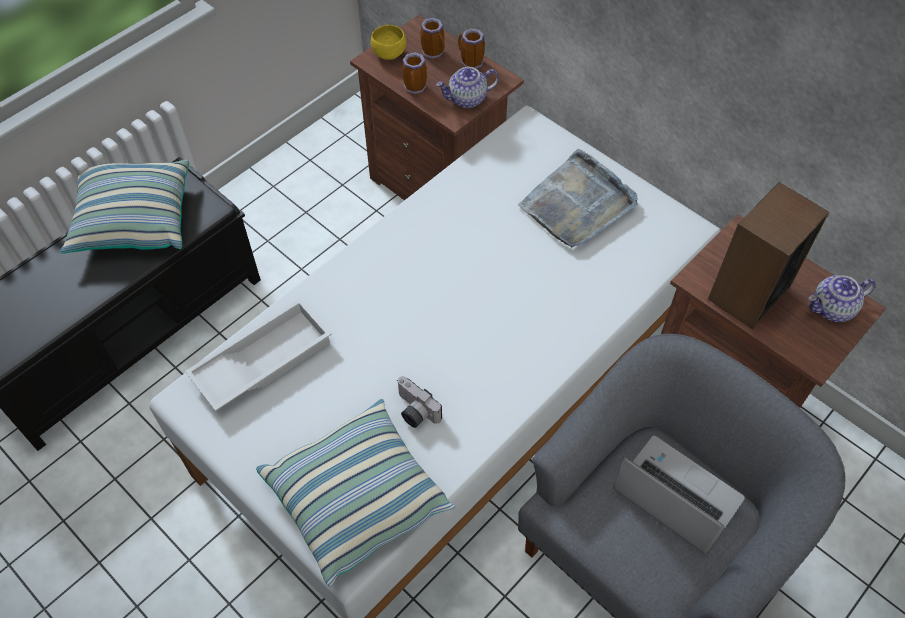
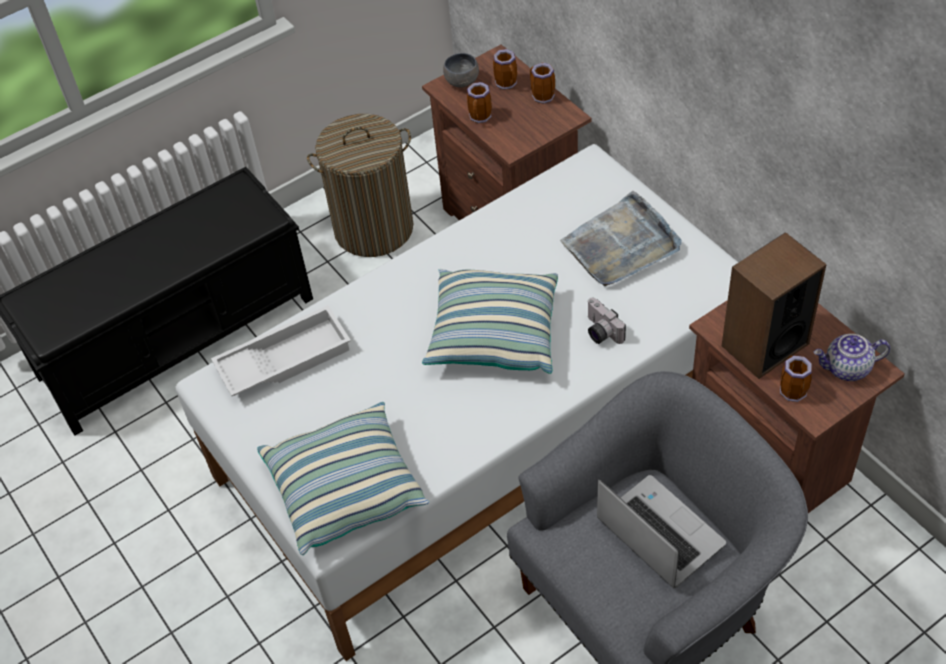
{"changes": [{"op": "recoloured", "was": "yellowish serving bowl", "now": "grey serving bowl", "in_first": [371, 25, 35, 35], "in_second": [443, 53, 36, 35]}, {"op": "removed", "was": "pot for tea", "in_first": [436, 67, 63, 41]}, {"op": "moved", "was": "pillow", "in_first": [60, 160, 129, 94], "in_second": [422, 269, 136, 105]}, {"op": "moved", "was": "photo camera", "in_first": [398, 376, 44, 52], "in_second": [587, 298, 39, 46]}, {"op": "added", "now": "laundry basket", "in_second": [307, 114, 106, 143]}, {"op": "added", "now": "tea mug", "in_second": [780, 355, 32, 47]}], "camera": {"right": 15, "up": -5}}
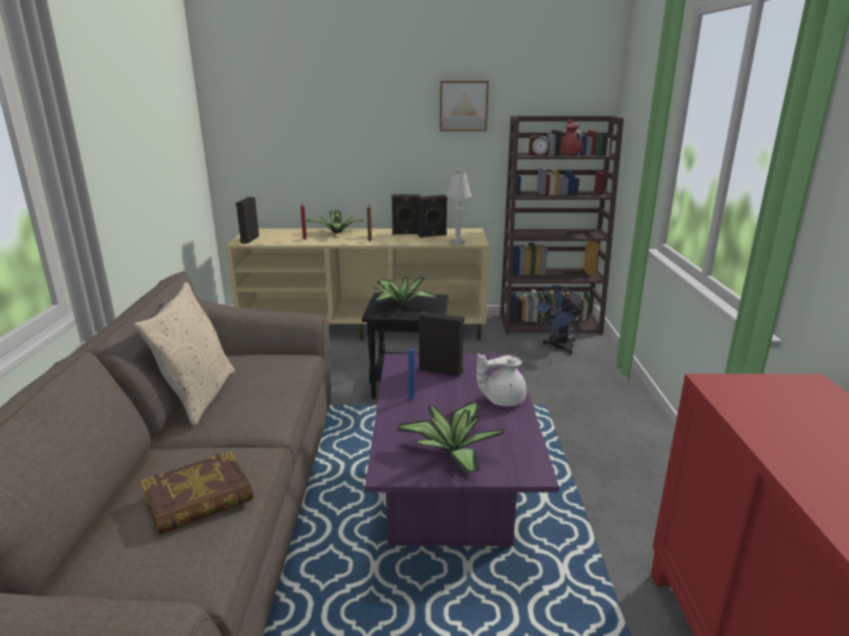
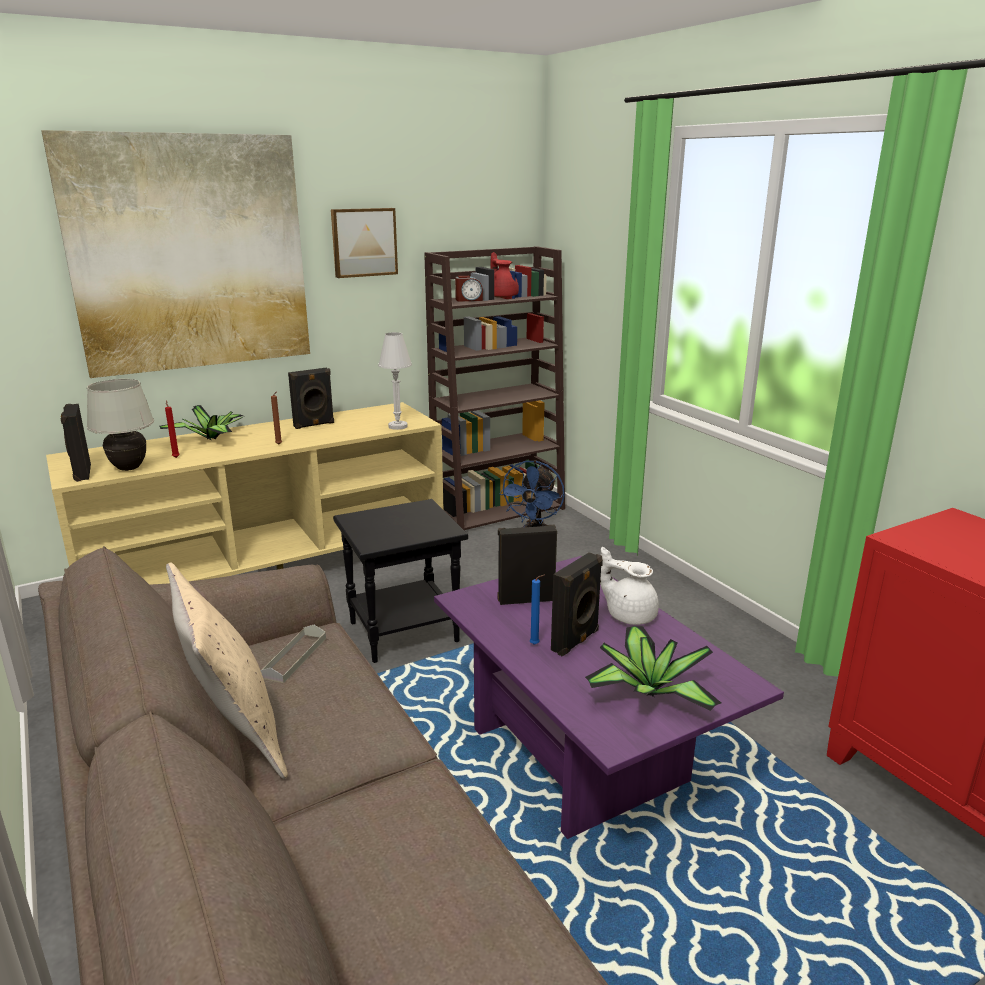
{"changes": [{"op": "moved", "was": "black audio speaker", "in_first": [418, 195, 29, 43], "in_second": [551, 552, 52, 105]}, {"op": "removed", "was": "houseplant", "in_first": [373, 277, 65, 28]}, {"op": "turned", "was": "whitish pot for tea", "in_first": [477, 354, 50, 52], "in_second": [600, 547, 59, 78], "clockwise": 75}, {"op": "removed", "was": "book", "in_first": [141, 451, 112, 84]}, {"op": "added", "now": "wall picture", "in_second": [41, 130, 269, 248]}, {"op": "added", "now": "whitish table lamp", "in_second": [87, 379, 67, 92]}, {"op": "added", "now": "grey carrying tray", "in_second": [260, 625, 66, 58]}], "camera": {"right": -30, "up": 0}}
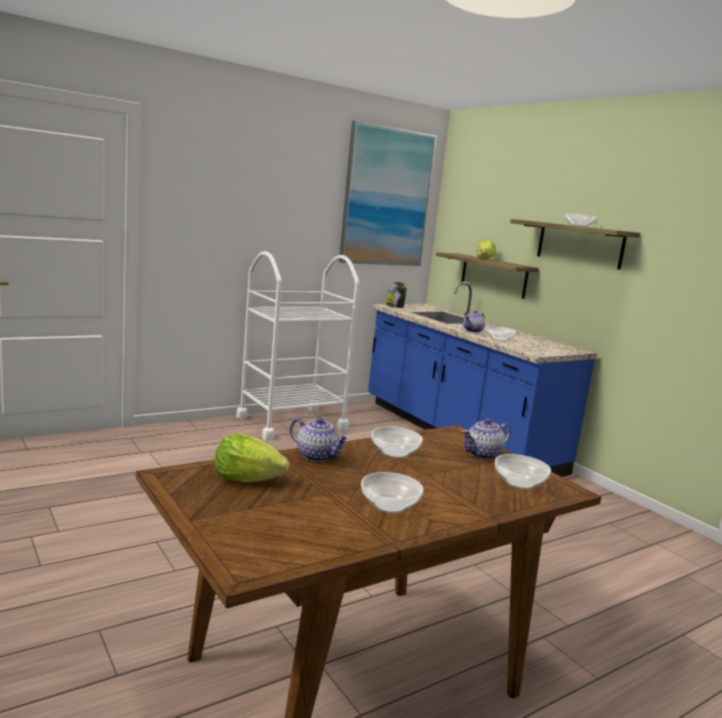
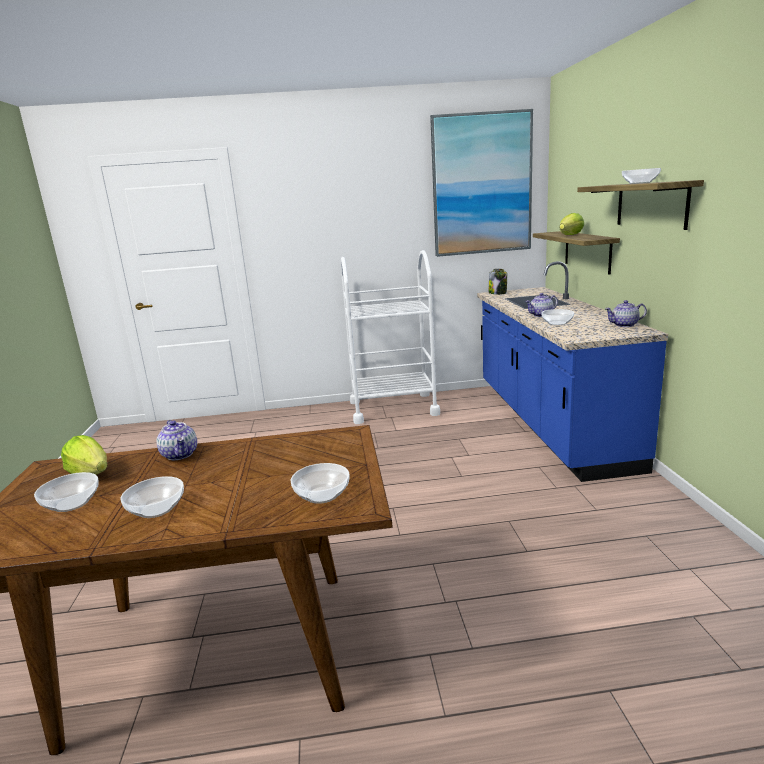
{"changes": [{"op": "moved", "was": "pot for tea", "in_first": [462, 418, 49, 42], "in_second": [605, 300, 42, 27]}, {"op": "moved", "was": "serving bowl", "in_first": [371, 427, 52, 31], "in_second": [34, 472, 65, 40]}], "camera": {"right": 30, "up": 5}}
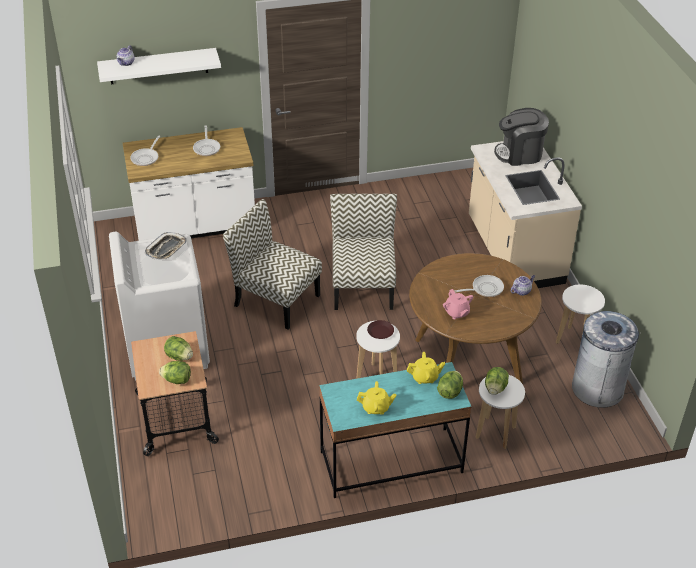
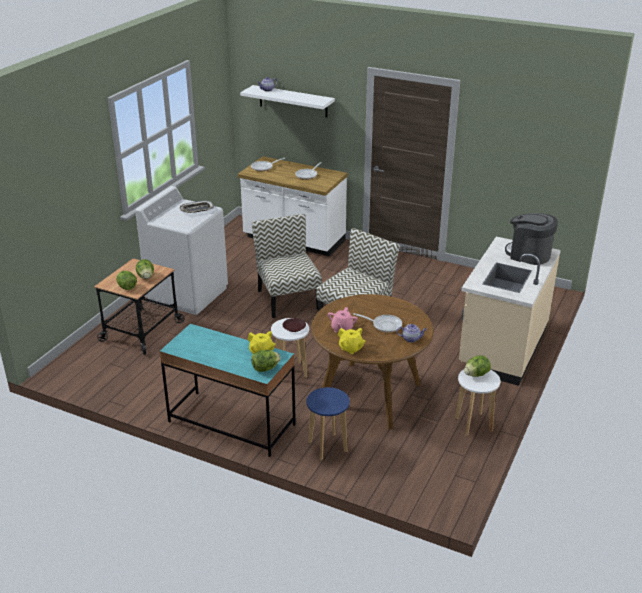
{"changes": [{"op": "removed", "was": "grey rubbish bin", "in_first": [572, 311, 67, 97]}, {"op": "moved", "was": "head of lettuce", "in_first": [485, 367, 24, 28], "in_second": [464, 355, 27, 22]}, {"op": "recoloured", "was": "whitish sitting stool", "now": "blue-coloured sitting stool", "in_first": [475, 375, 50, 74], "in_second": [306, 387, 44, 73]}, {"op": "moved", "was": "yellowish pot for tea", "in_first": [357, 381, 39, 34], "in_second": [338, 328, 28, 26]}], "camera": {"right": 40, "up": -10}}
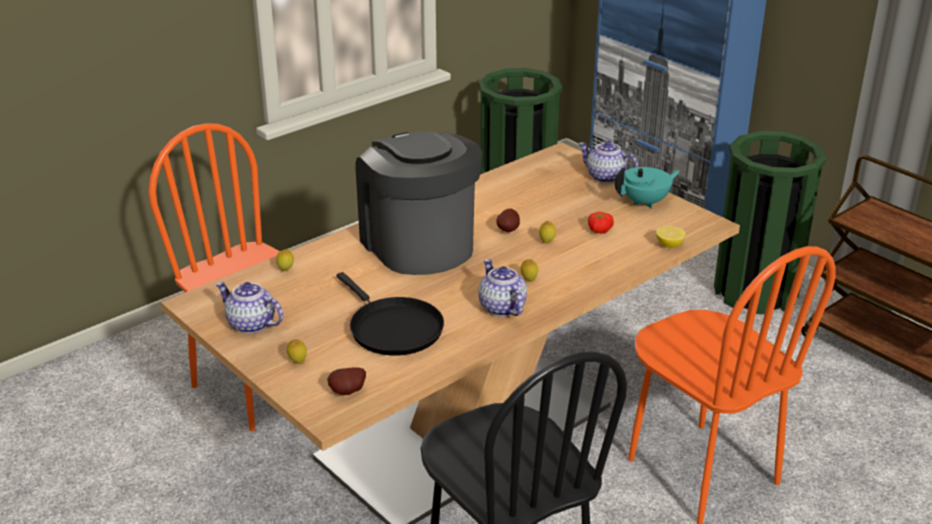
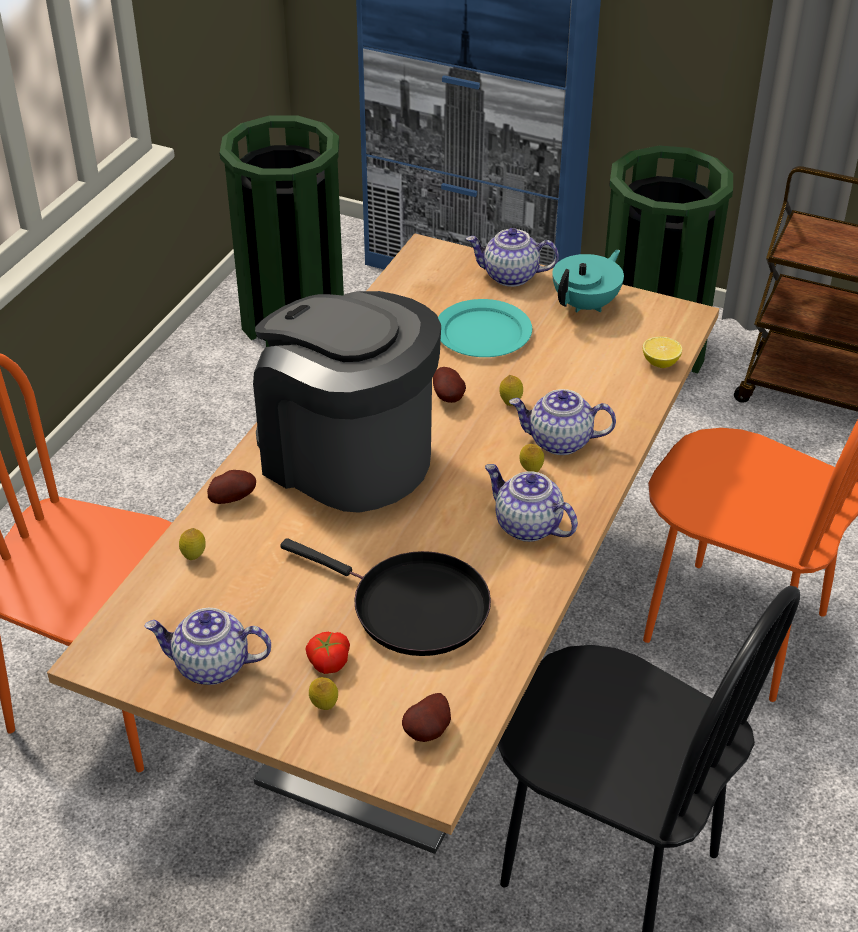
{"changes": [{"op": "moved", "was": "whole tomato", "in_first": [588, 212, 26, 22], "in_second": [306, 632, 44, 42]}, {"op": "added", "now": "turquoise-coloured flat dish", "in_second": [438, 299, 94, 58]}, {"op": "added", "now": "pot for tea", "in_second": [509, 389, 107, 66]}, {"op": "added", "now": "potato", "in_second": [207, 470, 49, 34]}], "camera": {"right": -25, "up": 10}}
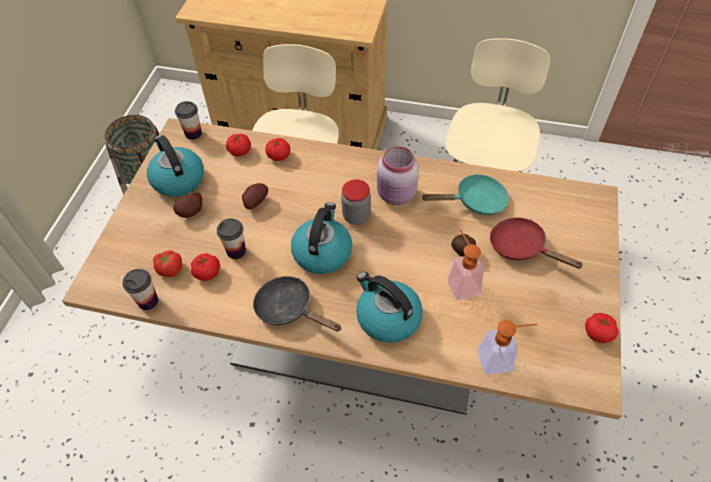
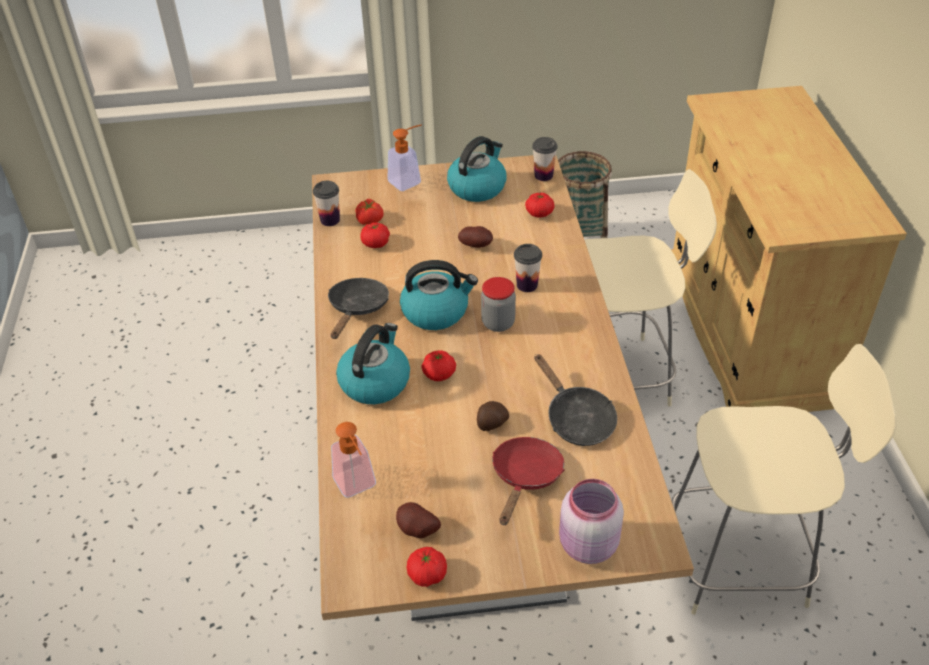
{"changes": [{"op": "moved", "was": "whole tomato", "in_first": [265, 138, 26, 23], "in_second": [421, 350, 35, 31]}, {"op": "moved", "was": "pink-coloured preserve jar", "in_first": [377, 146, 42, 59], "in_second": [559, 479, 65, 85]}, {"op": "recoloured", "was": "turquoise-coloured pan", "now": "black pan", "in_first": [421, 174, 88, 41], "in_second": [534, 354, 83, 92]}, {"op": "moved", "was": "potato", "in_first": [173, 193, 29, 25], "in_second": [396, 502, 45, 37]}, {"op": "moved", "was": "small cup", "in_first": [217, 218, 29, 41], "in_second": [514, 244, 28, 48]}, {"op": "moved", "was": "liquid soap bottle", "in_first": [447, 230, 37, 70], "in_second": [388, 124, 34, 67]}], "camera": {"right": 70, "up": -10}}
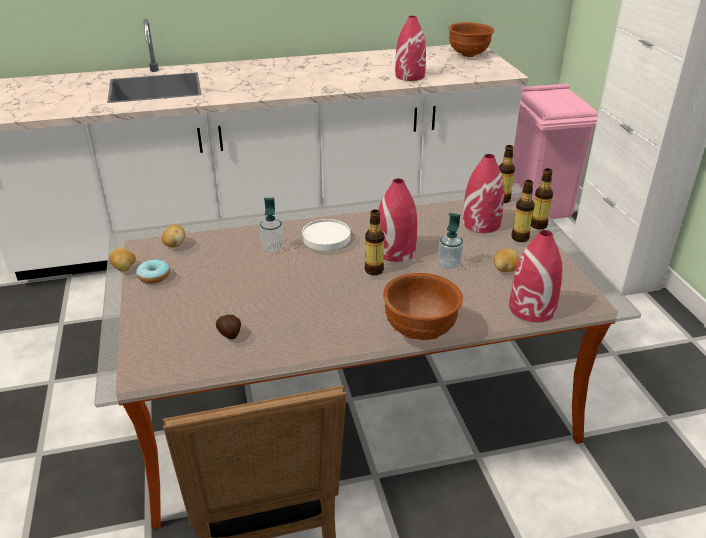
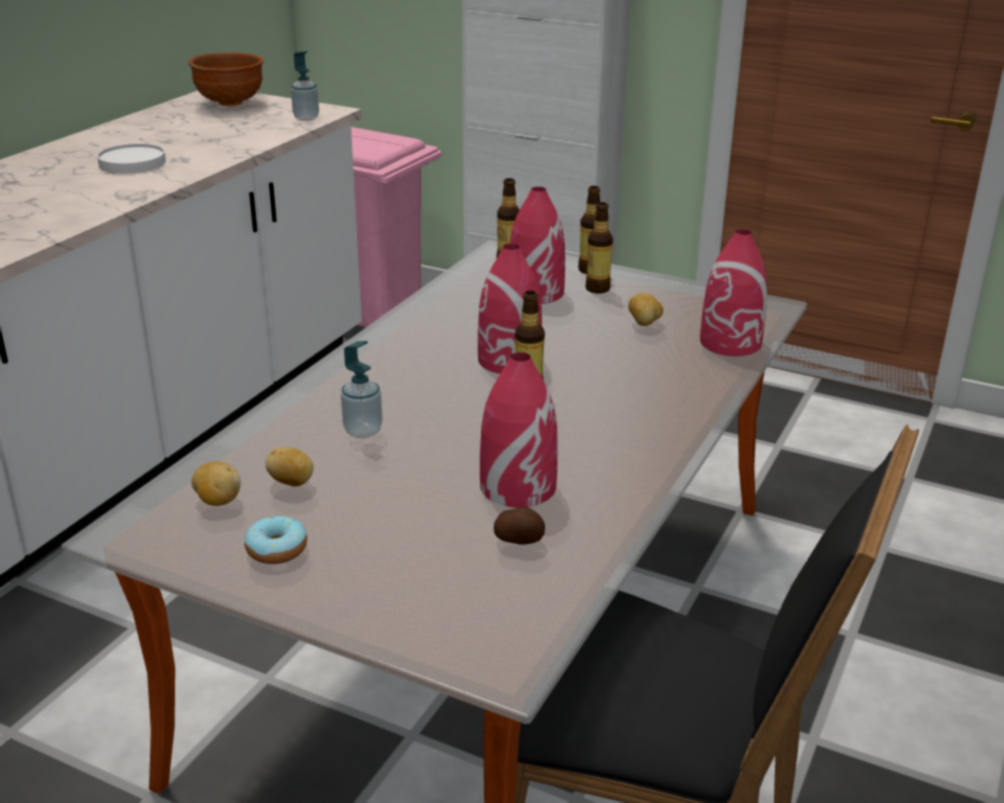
{"changes": [{"op": "moved", "was": "reddish flower vase", "in_first": [395, 16, 31, 65], "in_second": [480, 352, 78, 156]}, {"op": "moved", "was": "liquid soap bottle", "in_first": [438, 213, 25, 57], "in_second": [291, 51, 28, 70]}, {"op": "moved", "was": "whitish flat dish", "in_first": [302, 219, 49, 32], "in_second": [97, 144, 69, 29]}, {"op": "moved", "was": "potato", "in_first": [109, 247, 27, 25], "in_second": [265, 447, 49, 40]}, {"op": "removed", "was": "brown-coloured serving bowl", "in_first": [383, 273, 80, 67]}], "camera": {"right": -50, "up": -5}}
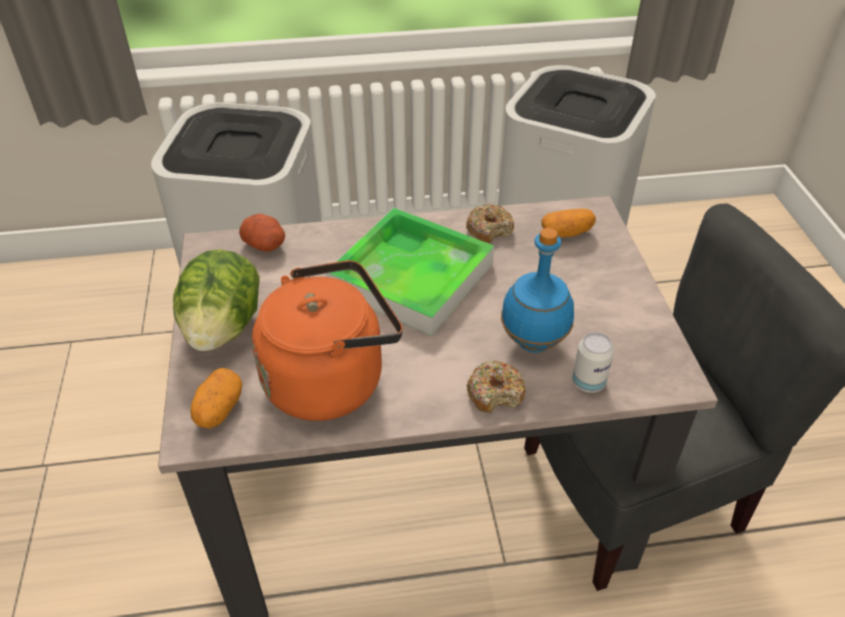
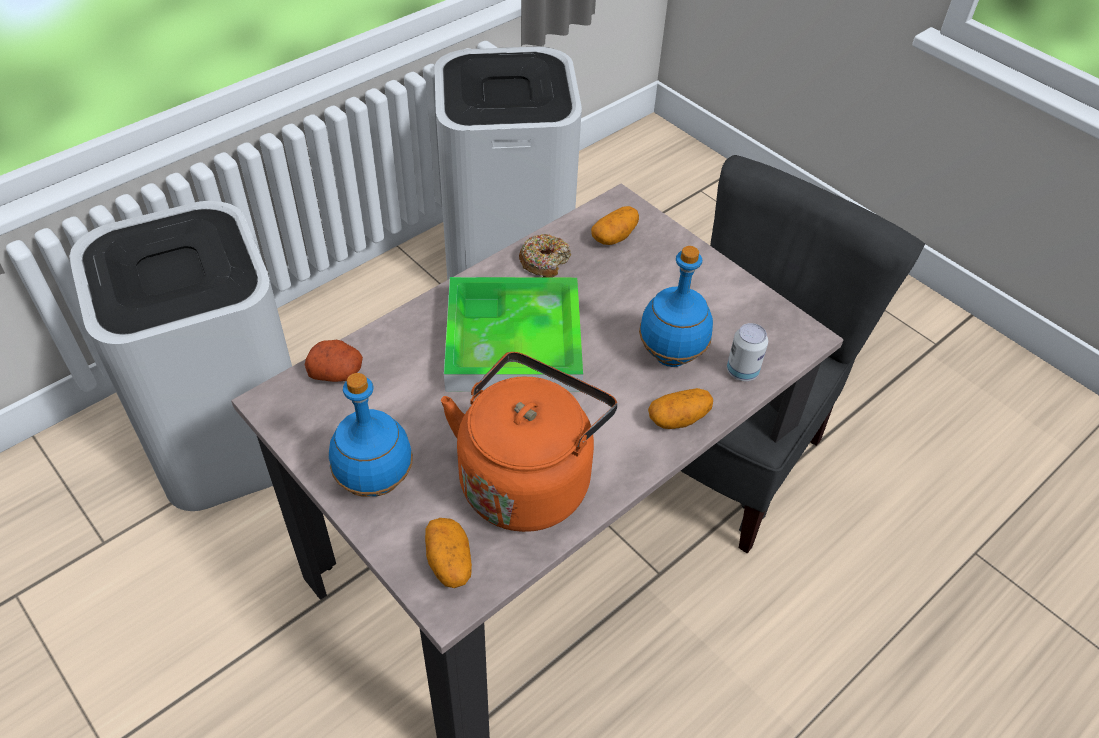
{"changes": [{"op": "replaced", "was": "head of lettuce", "now": "blue-coloured bottle", "in_first": [173, 249, 87, 102], "in_second": [329, 373, 84, 124]}, {"op": "replaced", "was": "ring doughnut", "now": "potato", "in_first": [467, 361, 59, 52], "in_second": [648, 388, 65, 41]}], "camera": {"right": -35, "up": 5}}
